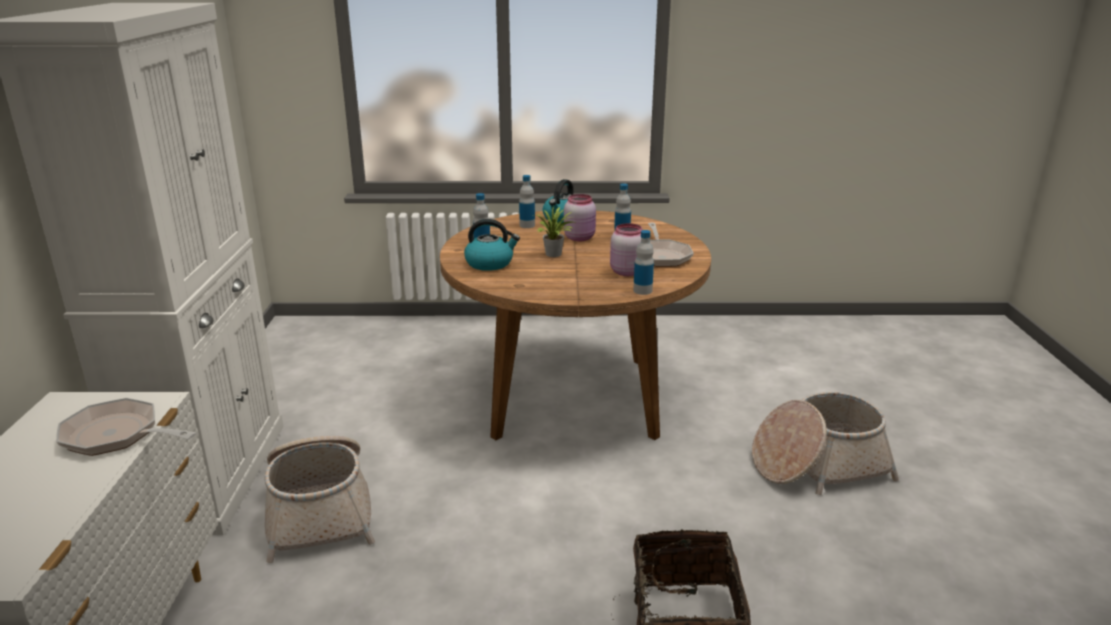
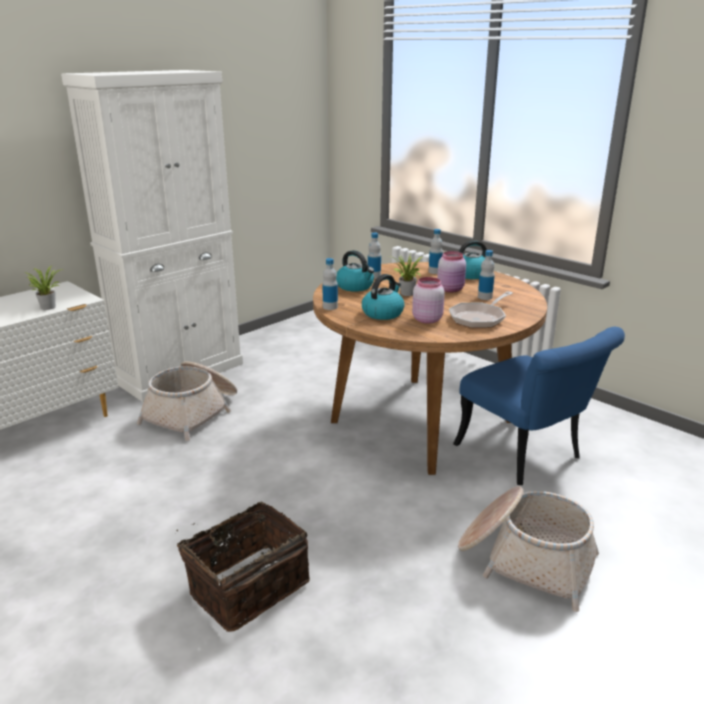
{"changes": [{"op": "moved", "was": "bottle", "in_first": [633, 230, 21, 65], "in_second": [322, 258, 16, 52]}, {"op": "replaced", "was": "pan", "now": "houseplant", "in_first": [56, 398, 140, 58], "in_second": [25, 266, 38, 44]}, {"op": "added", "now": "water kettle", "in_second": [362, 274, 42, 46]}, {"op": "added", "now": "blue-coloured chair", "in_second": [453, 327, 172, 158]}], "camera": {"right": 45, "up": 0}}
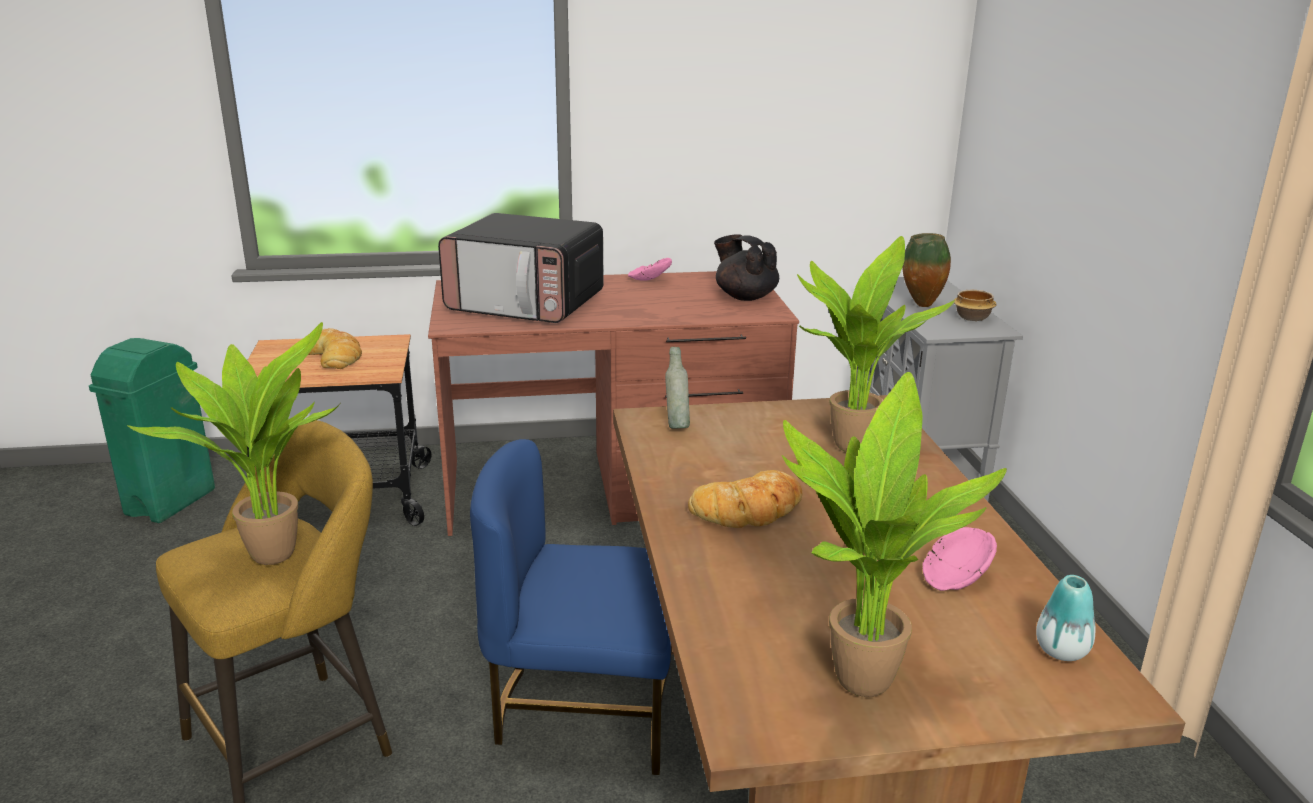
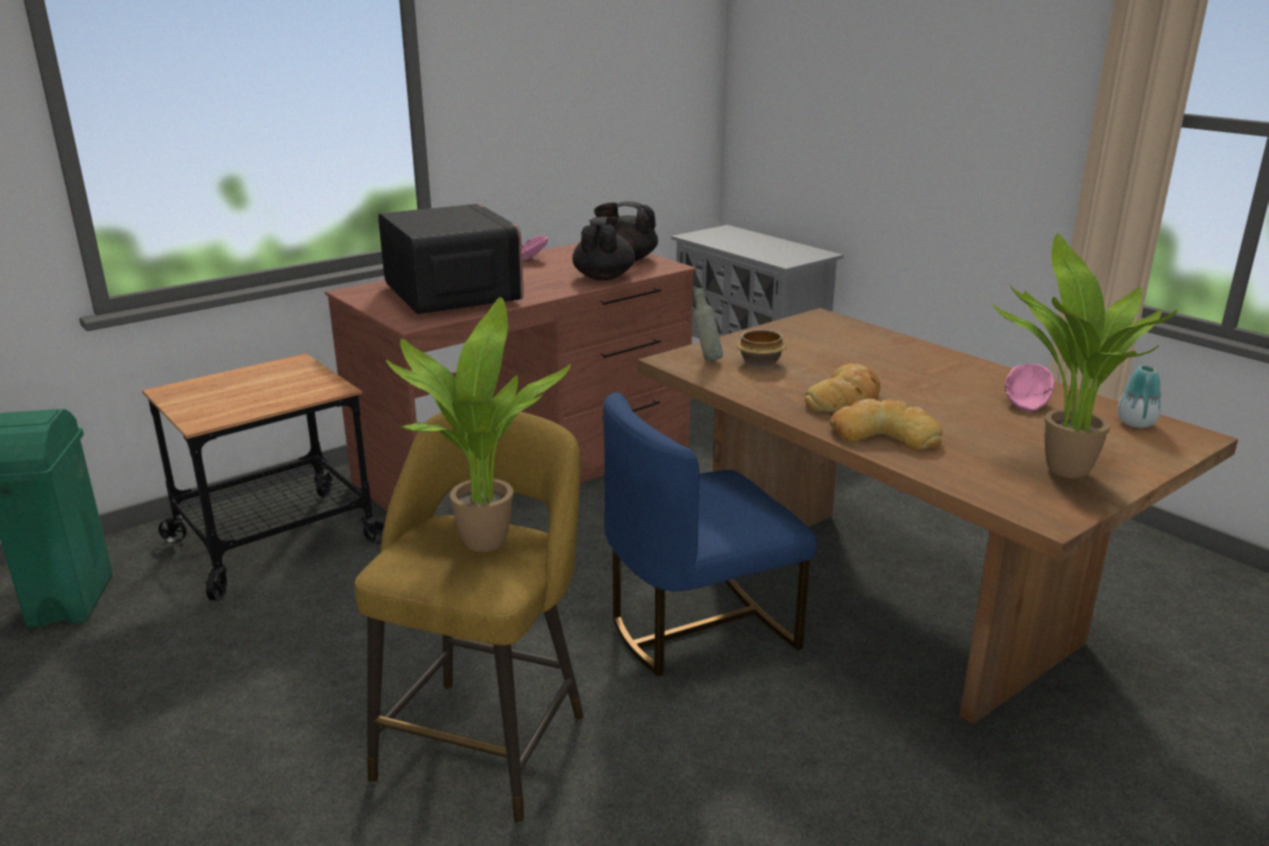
{"changes": [{"op": "turned", "was": "kitchen microwave", "in_first": [438, 213, 166, 110], "in_second": [378, 204, 146, 110], "clockwise": -105}, {"op": "removed", "was": "flower vase", "in_first": [902, 233, 49, 74]}, {"op": "removed", "was": "houseplant", "in_first": [797, 236, 158, 216]}, {"op": "moved", "was": "serving bowl", "in_first": [954, 290, 43, 31], "in_second": [737, 329, 49, 38]}, {"op": "moved", "was": "bakery bread", "in_first": [308, 328, 54, 41], "in_second": [830, 399, 113, 51]}, {"op": "added", "now": "black pot for tea", "in_second": [572, 217, 63, 63]}], "camera": {"right": -30, "up": 0}}
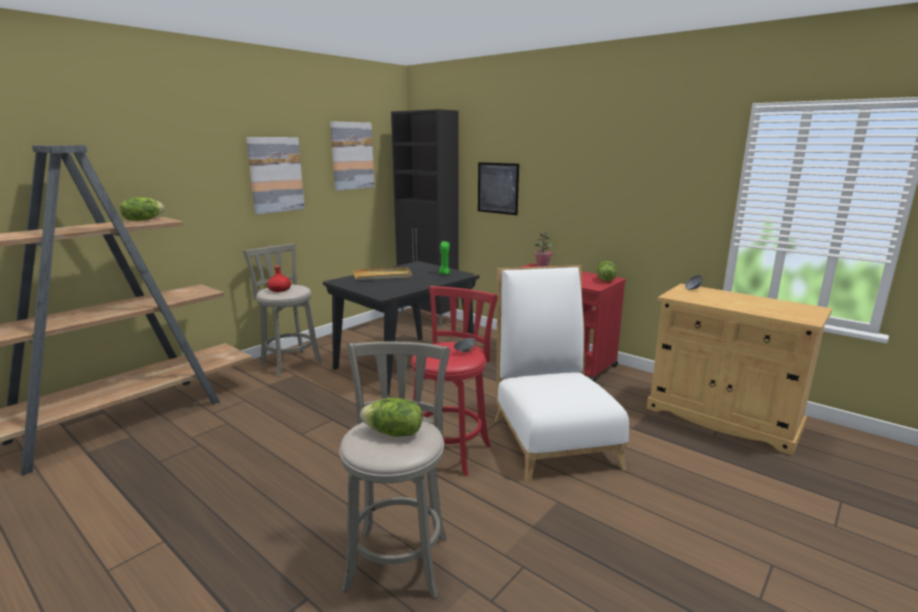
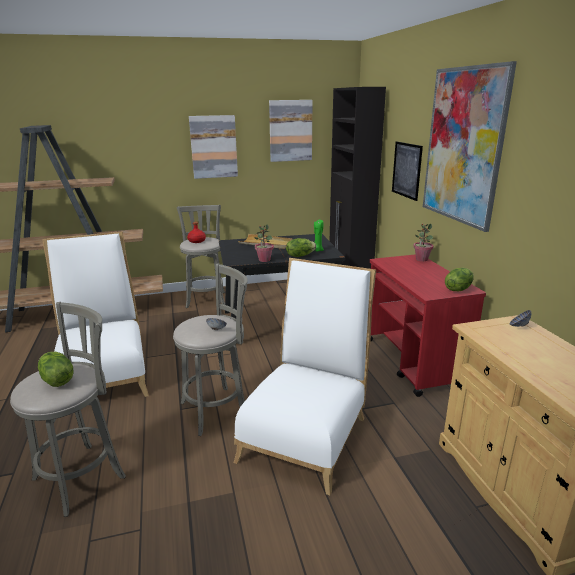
{"changes": [{"op": "moved", "was": "head of lettuce", "in_first": [120, 197, 45, 24], "in_second": [286, 238, 30, 19]}, {"op": "recoloured", "was": "reddish sitting stool", "now": "grey sitting stool", "in_first": [411, 286, 87, 190], "in_second": [173, 263, 75, 173]}, {"op": "added", "now": "wall picture", "in_second": [423, 61, 94, 171]}, {"op": "added", "now": "houseplant", "in_second": [254, 224, 20, 38]}, {"op": "added", "now": "whitish chair", "in_second": [42, 232, 107, 165]}], "camera": {"right": 35, "up": 5}}
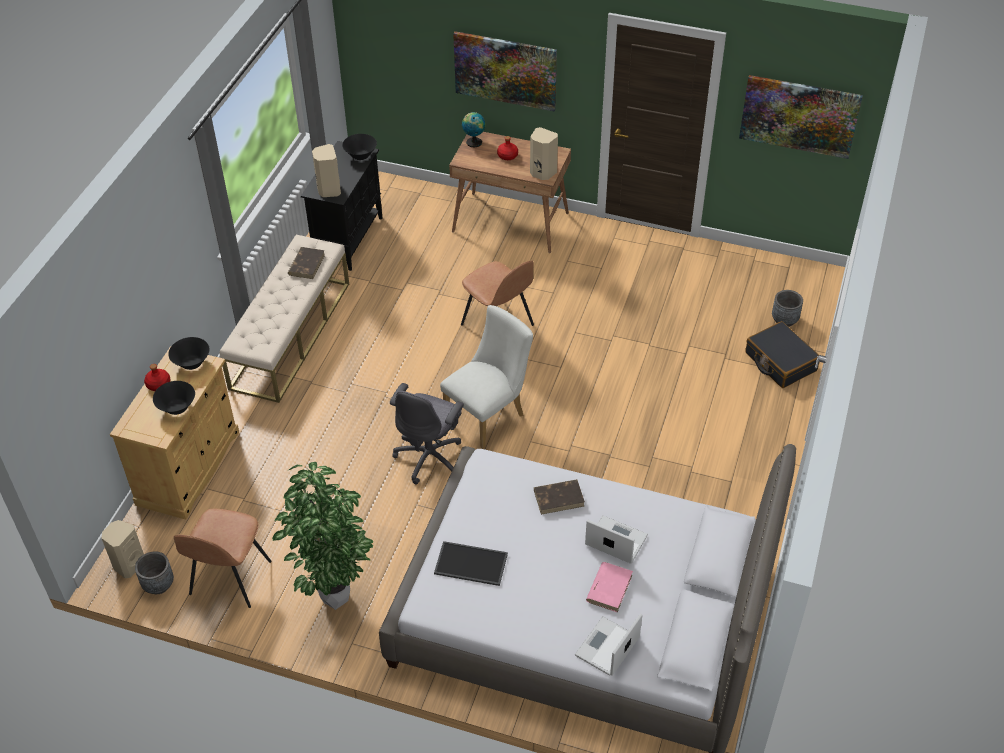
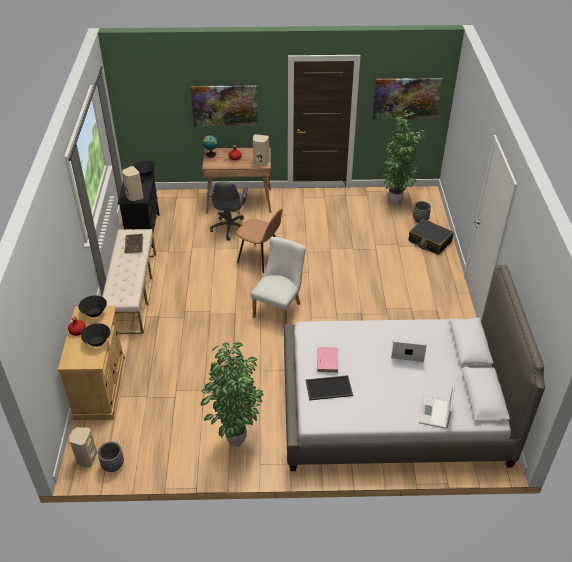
{"changes": [{"op": "moved", "was": "grey desk chair", "in_first": [390, 383, 74, 101], "in_second": [208, 182, 40, 59]}, {"op": "removed", "was": "brown-coloured book", "in_first": [534, 479, 51, 36]}, {"op": "removed", "was": "brown-coloured chair", "in_first": [174, 509, 97, 99]}, {"op": "moved", "was": "pink-coloured book", "in_first": [586, 562, 47, 50], "in_second": [317, 347, 21, 26]}, {"op": "added", "now": "houseplant", "in_second": [383, 110, 42, 96]}], "camera": {"right": -20, "up": -5}}
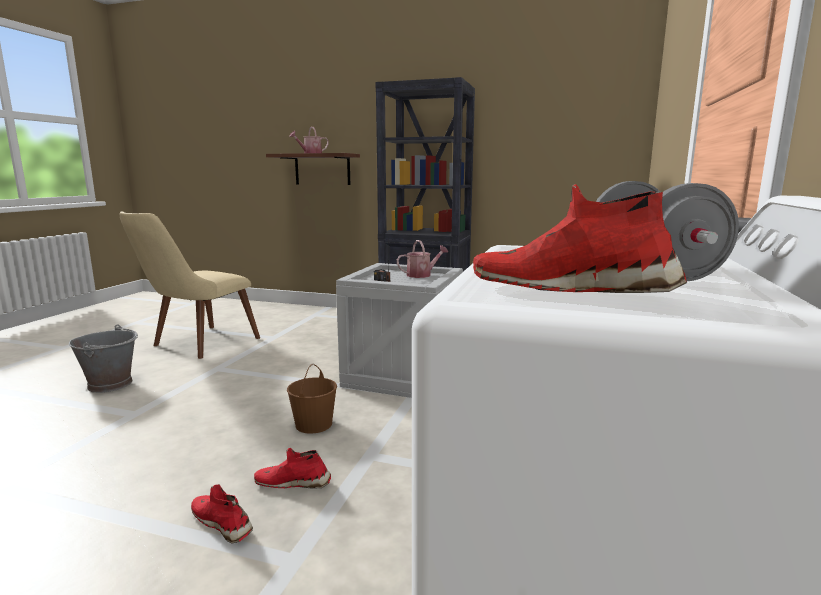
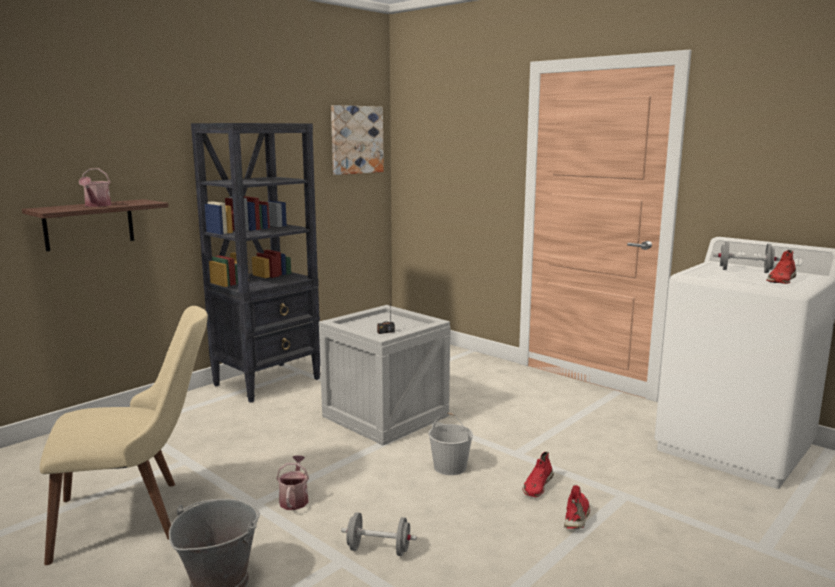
{"changes": [{"op": "turned", "was": "beige-coloured chair", "in_first": [120, 212, 140, 147], "in_second": [40, 306, 168, 259], "clockwise": -75}, {"op": "moved", "was": "sprinkling can", "in_first": [397, 240, 52, 38], "in_second": [276, 455, 33, 55]}, {"op": "recoloured", "was": "brown-coloured bucket", "now": "whitish bucket", "in_first": [287, 363, 50, 71], "in_second": [429, 413, 44, 62]}, {"op": "turned", "was": "reddish low shoe", "in_first": [191, 484, 62, 60], "in_second": [564, 485, 26, 44], "clockwise": 135}, {"op": "added", "now": "wall picture", "in_second": [331, 105, 53, 70]}, {"op": "added", "now": "grey free weight", "in_second": [341, 512, 76, 44]}], "camera": {"right": -65, "up": 0}}
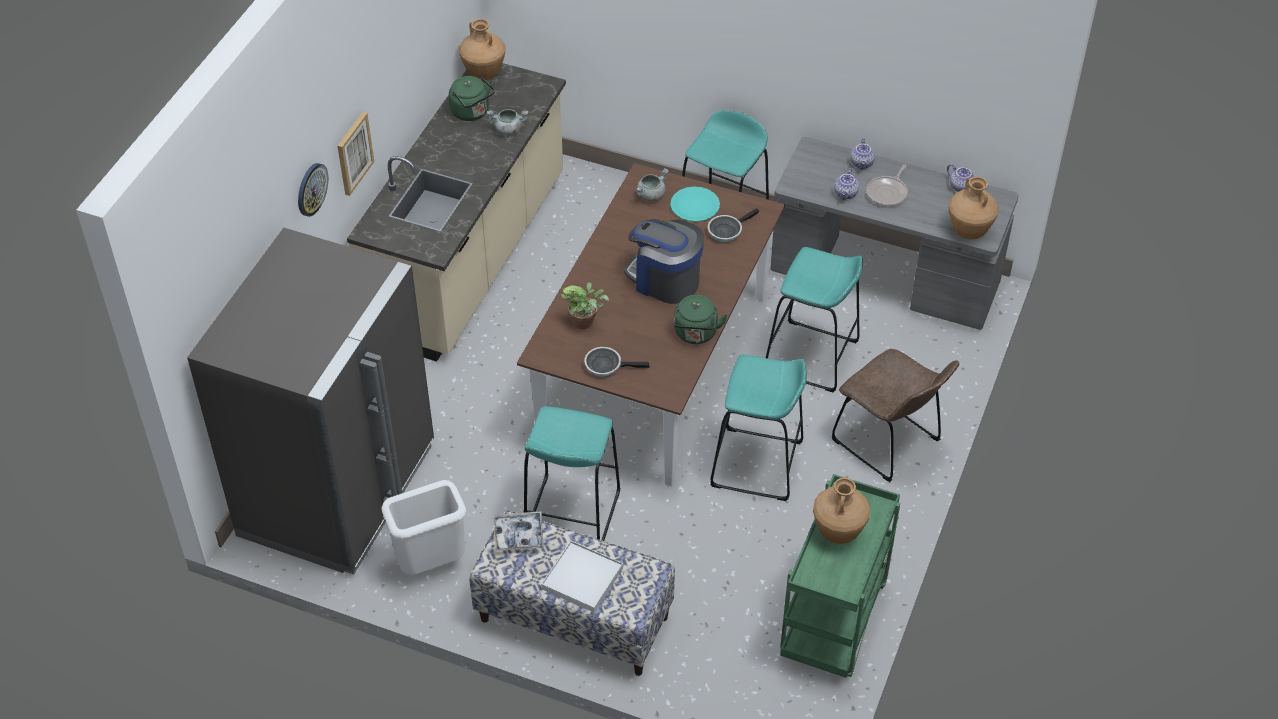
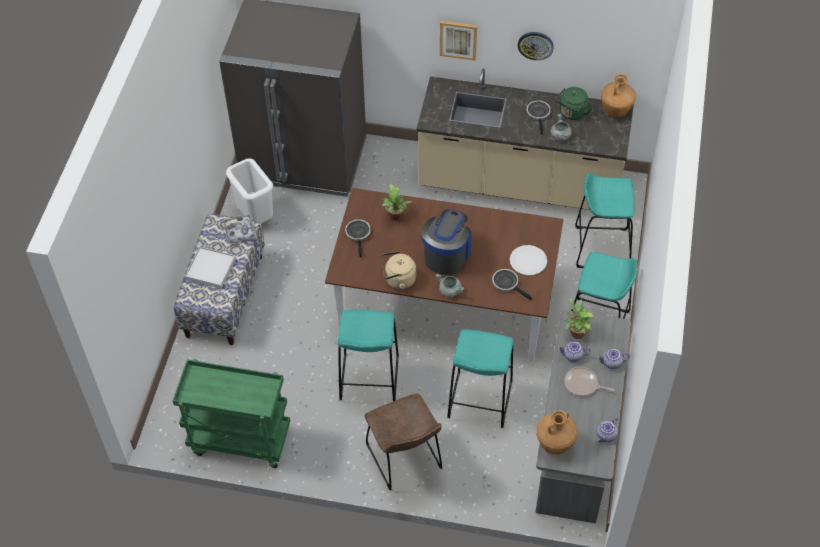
{"changes": [{"op": "moved", "was": "wall clock", "in_first": [298, 163, 30, 54], "in_second": [518, 32, 36, 28]}, {"op": "moved", "was": "grey stockpot", "in_first": [636, 168, 32, 34], "in_second": [436, 274, 29, 23]}, {"op": "recoloured", "was": "turquoise-coloured flat dish", "now": "whitish flat dish", "in_first": [670, 187, 50, 35], "in_second": [510, 245, 37, 30]}, {"op": "recoloured", "was": "green-coloured water kettle", "now": "beige-coloured water kettle", "in_first": [674, 295, 54, 49], "in_second": [382, 251, 34, 38]}, {"op": "turned", "was": "brown-coloured chair", "in_first": [831, 349, 128, 133], "in_second": [365, 393, 77, 97], "clockwise": -60}, {"op": "moved", "was": "turquoise-coloured sitting stool", "in_first": [524, 406, 96, 135], "in_second": [575, 173, 59, 95]}, {"op": "removed", "was": "brown-coloured flower vase", "in_first": [813, 477, 57, 67]}, {"op": "added", "now": "pan", "in_second": [527, 101, 24, 34]}, {"op": "added", "now": "houseplant", "in_second": [565, 297, 29, 42]}], "camera": {"right": 80, "up": 5}}
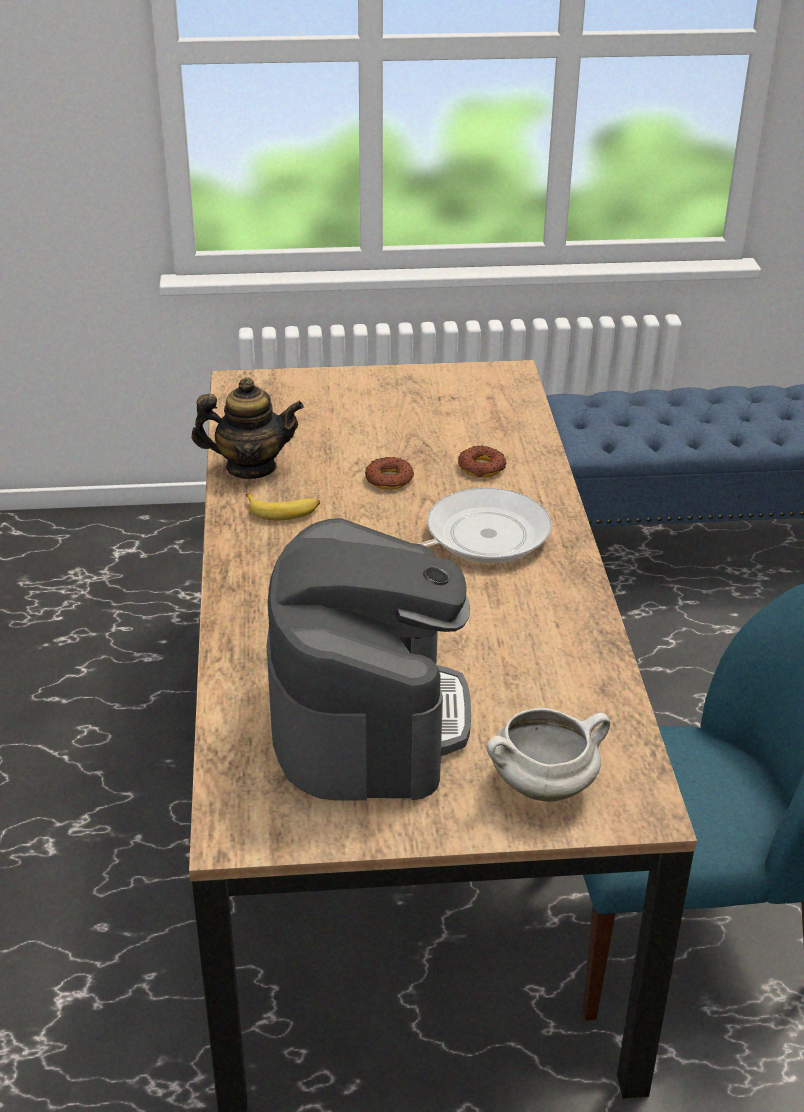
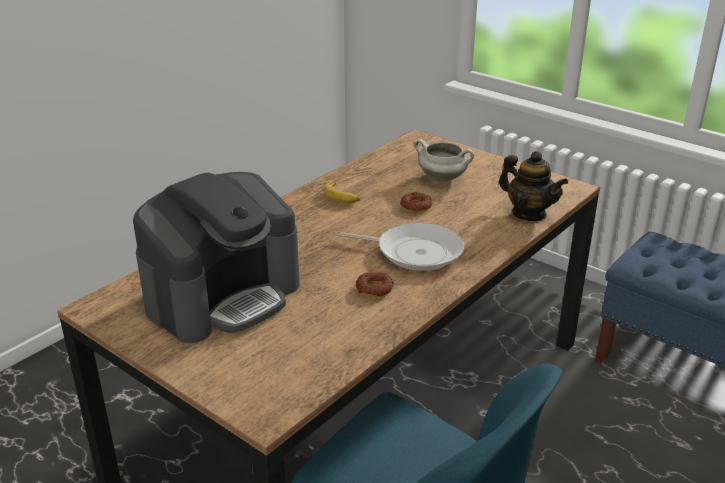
{"changes": [{"op": "moved", "was": "pot for tea", "in_first": [192, 377, 112, 102], "in_second": [499, 151, 69, 70]}, {"op": "moved", "was": "ring doughnut", "in_first": [458, 445, 49, 32], "in_second": [356, 272, 38, 25]}, {"op": "moved", "was": "whitish stockpot", "in_first": [486, 708, 124, 94], "in_second": [415, 139, 59, 43]}], "camera": {"right": 45, "up": -5}}
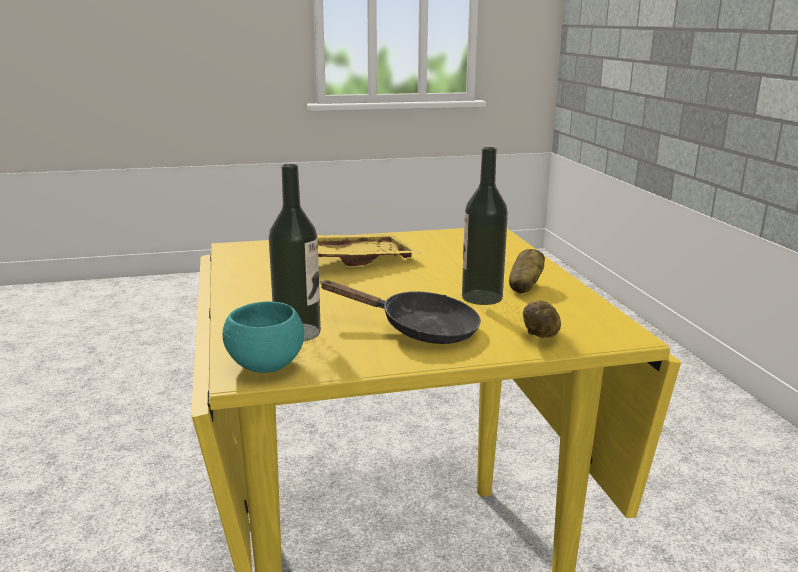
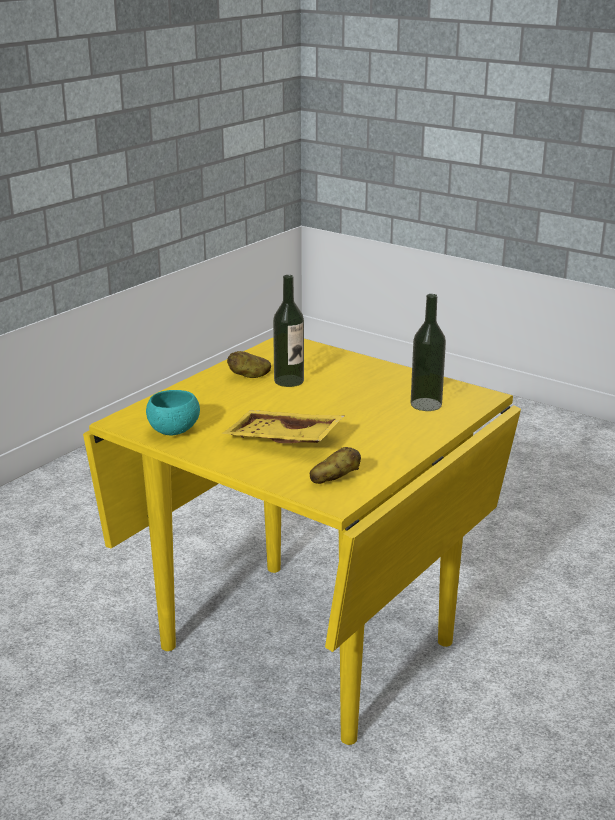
{"changes": [{"op": "removed", "was": "black pan", "in_first": [320, 280, 161, 64]}, {"op": "moved", "was": "turquoise-coloured serving bowl", "in_first": [222, 301, 82, 72], "in_second": [146, 390, 54, 45]}, {"op": "moved", "was": "potato", "in_first": [523, 301, 38, 37], "in_second": [310, 447, 51, 37]}], "camera": {"right": -130, "up": 5}}
